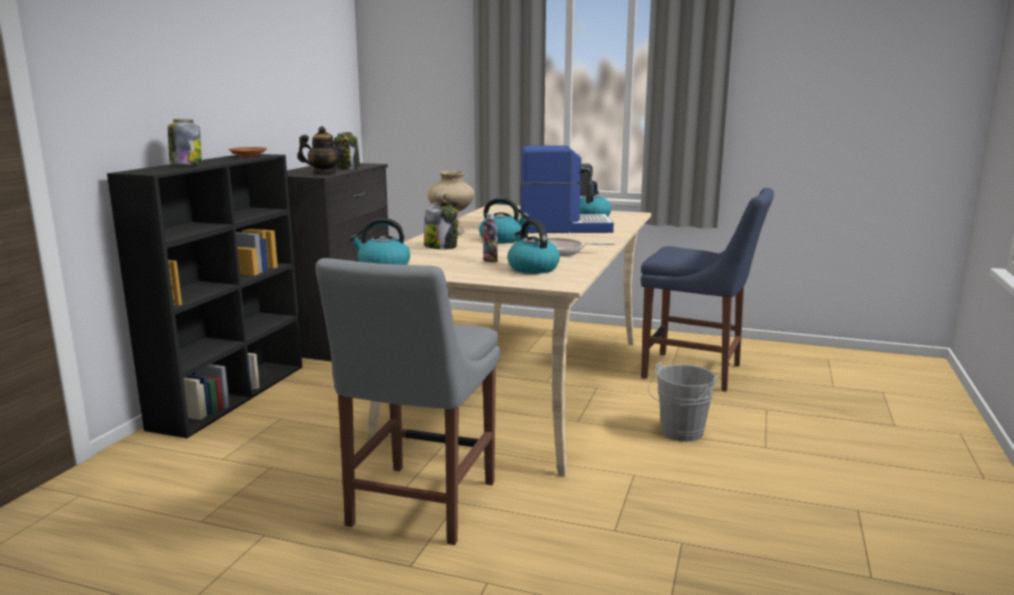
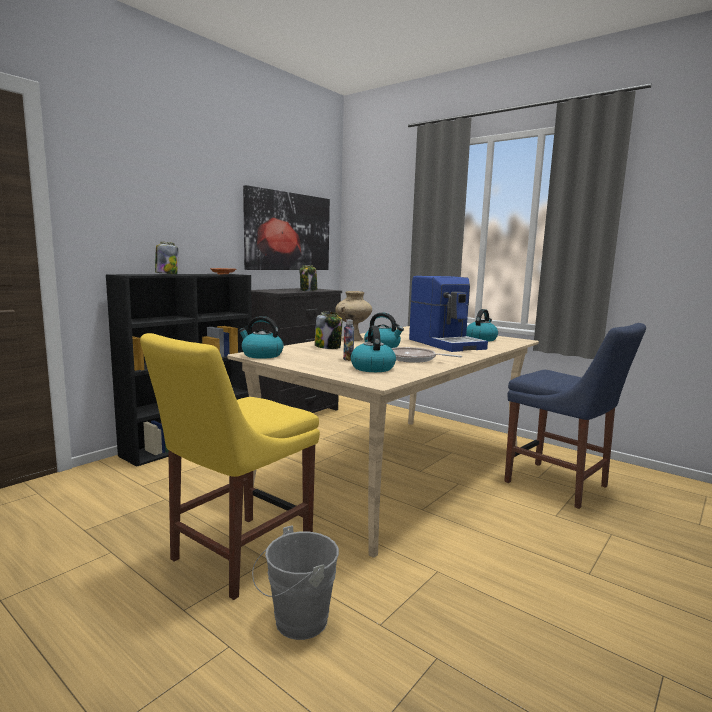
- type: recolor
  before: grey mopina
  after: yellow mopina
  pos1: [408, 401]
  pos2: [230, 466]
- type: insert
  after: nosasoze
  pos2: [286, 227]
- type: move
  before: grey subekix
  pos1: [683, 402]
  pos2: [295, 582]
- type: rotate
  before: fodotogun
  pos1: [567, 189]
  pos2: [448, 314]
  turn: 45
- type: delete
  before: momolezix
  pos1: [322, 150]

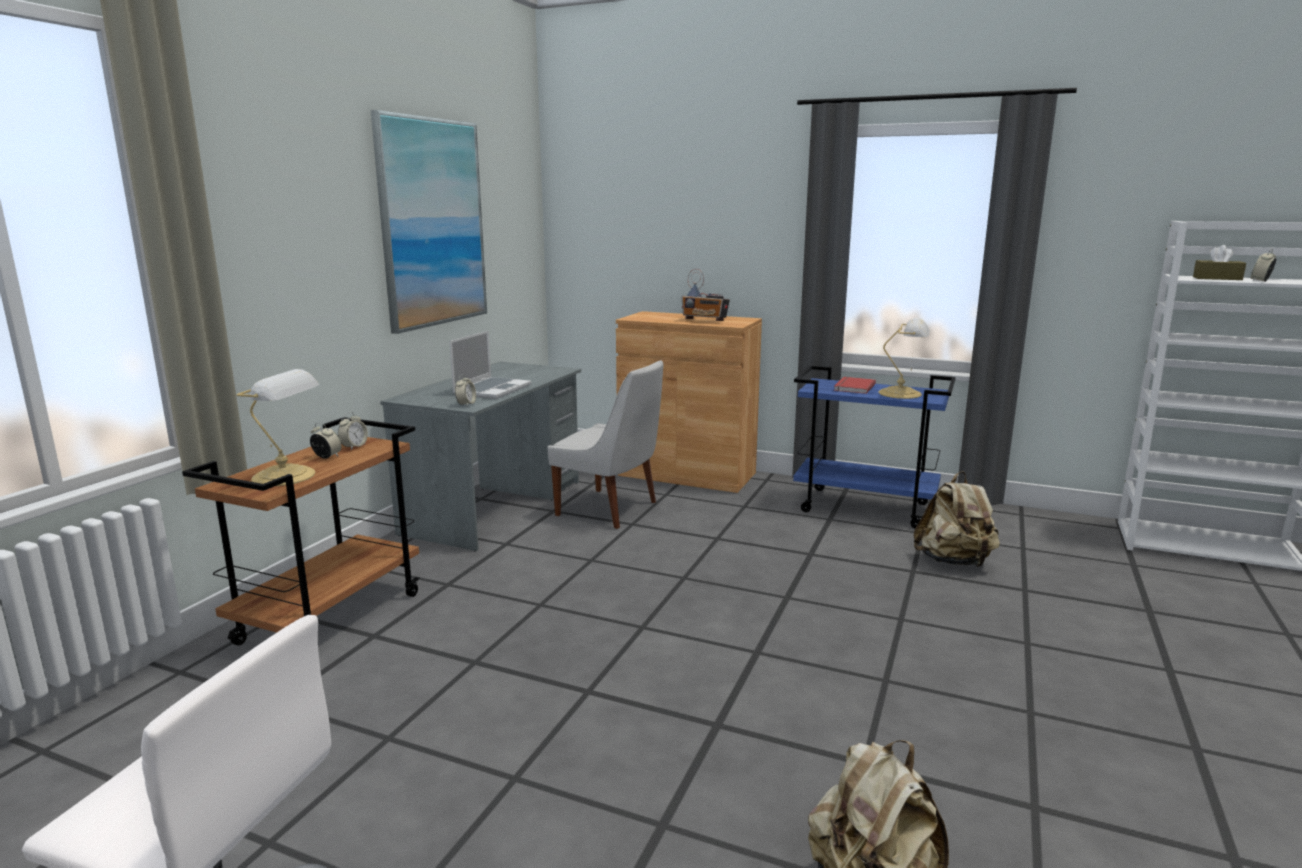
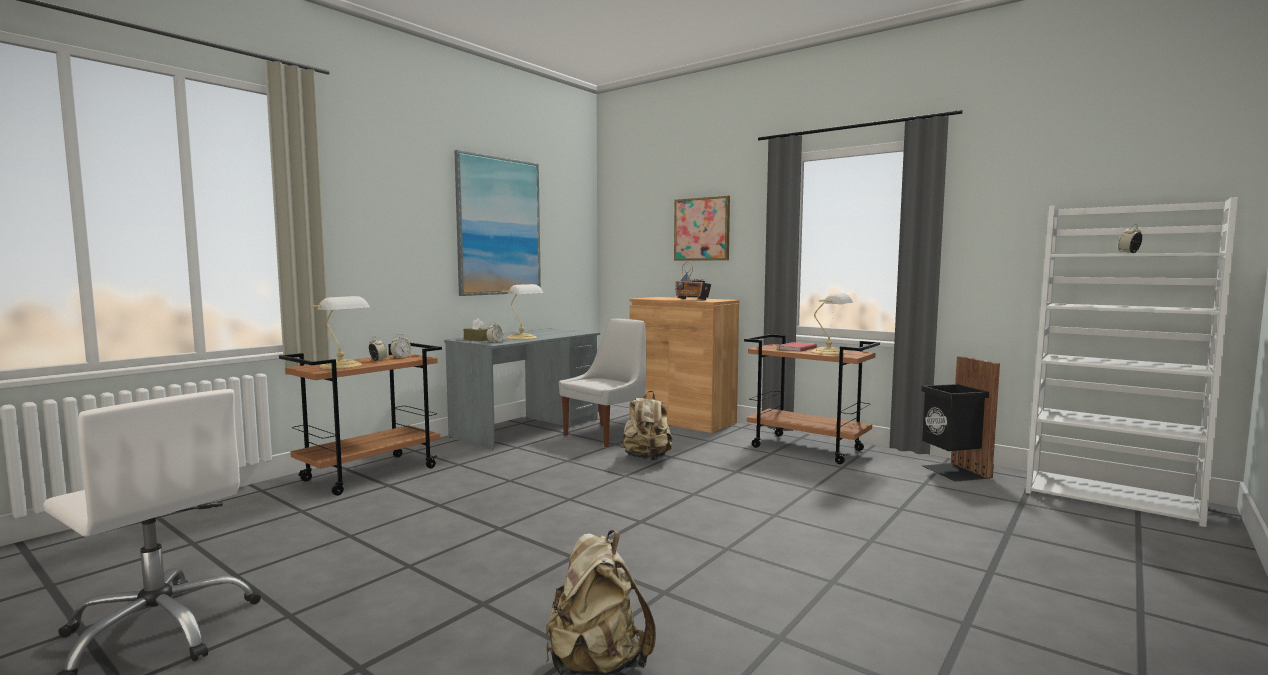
- type: move
  before: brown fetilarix
  pos1: [1219, 262]
  pos2: [476, 329]
- type: replace
  before: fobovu
  after: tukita
  pos1: [490, 365]
  pos2: [523, 312]
- type: rotate
  before: white mopina
  pos1: [605, 444]
  pos2: [602, 382]
  turn: -90
- type: move
  before: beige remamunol
  pos1: [957, 519]
  pos2: [646, 425]
- type: insert
  after: nosasoze
  pos2: [702, 228]
- type: recolor
  before: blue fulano
  after: brown fulano
  pos1: [874, 447]
  pos2: [812, 399]
- type: insert
  after: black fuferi
  pos2: [960, 419]

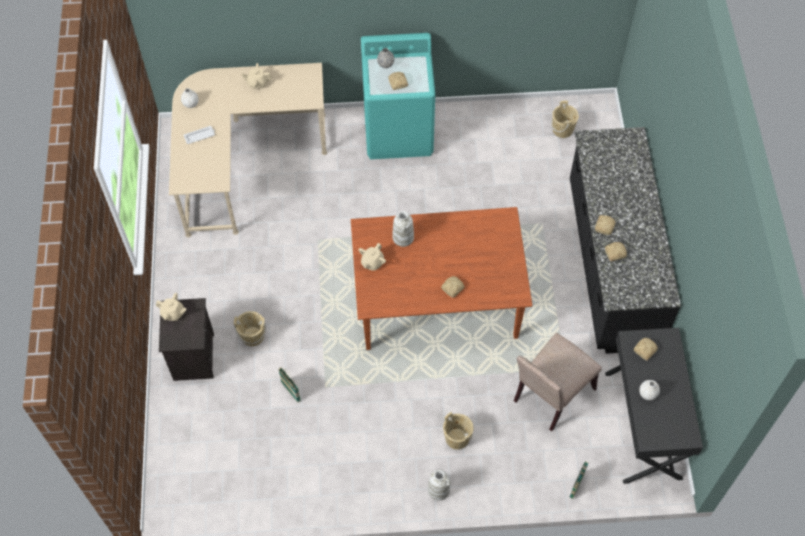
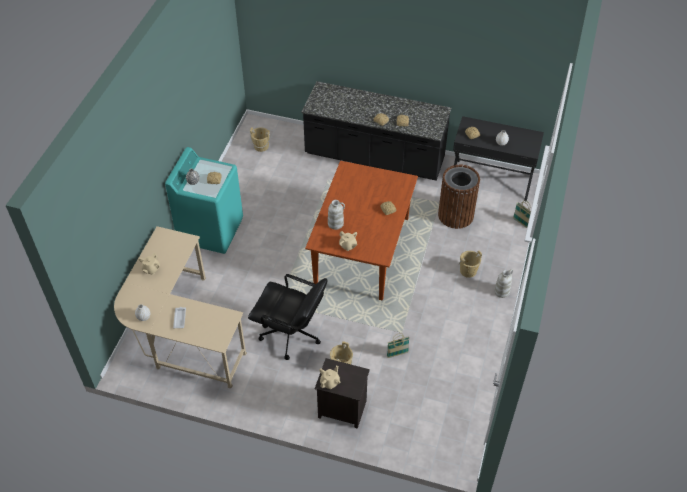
- type: insert
  after: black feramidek
  pos2: [287, 317]
- type: replace
  before: beige mopina
  after: brown fuferi
  pos1: [558, 382]
  pos2: [459, 197]

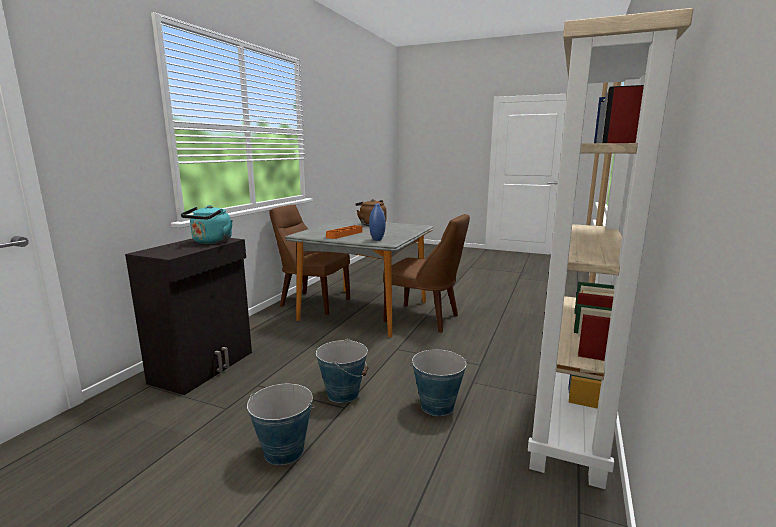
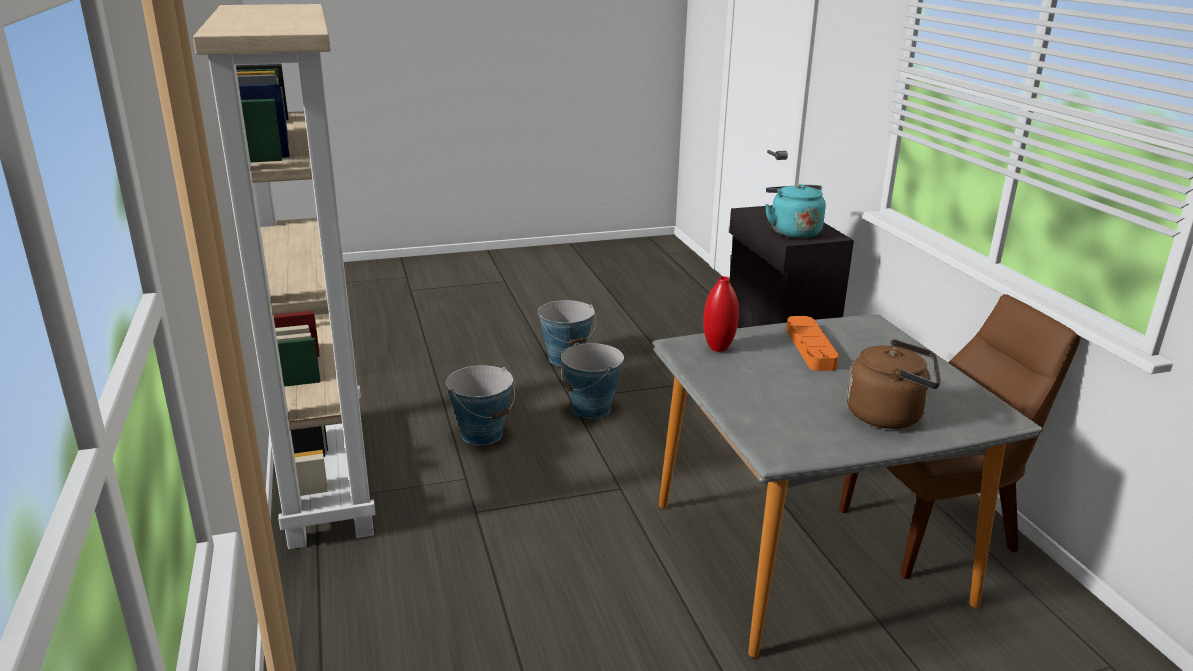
- type: recolor
  before: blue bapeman
  after: red bapeman
  pos1: [377, 222]
  pos2: [721, 314]
- type: delete
  before: brown mopina
  pos1: [426, 273]

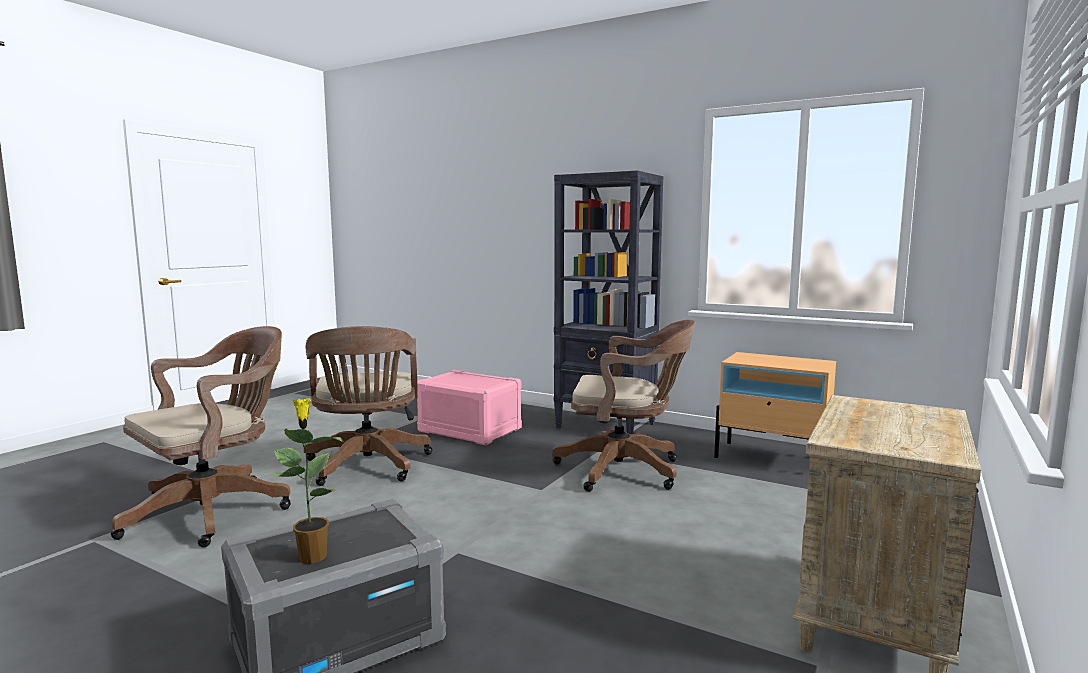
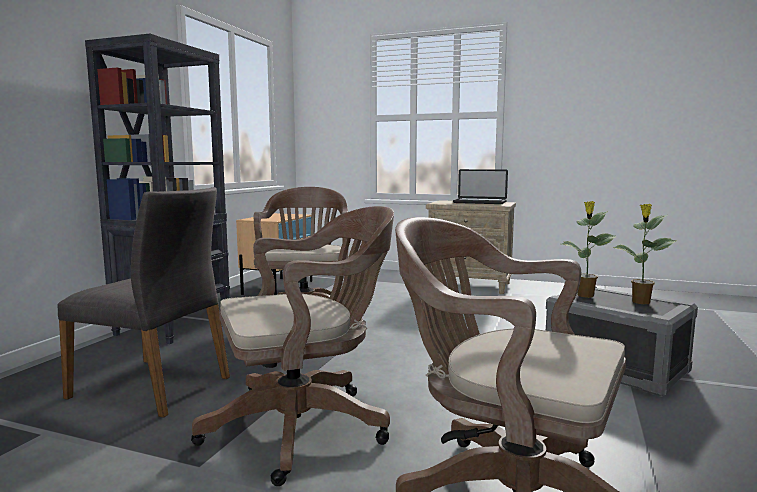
- type: replace
  before: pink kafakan
  after: grey mopina
  pos1: [469, 407]
  pos2: [144, 302]
- type: insert
  after: fobovu
  pos2: [480, 186]
- type: insert
  after: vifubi
  pos2: [589, 249]

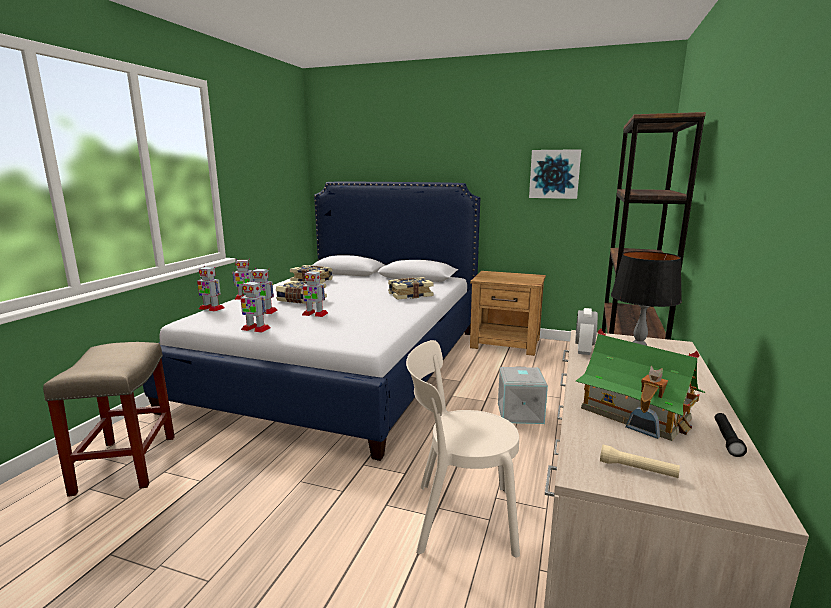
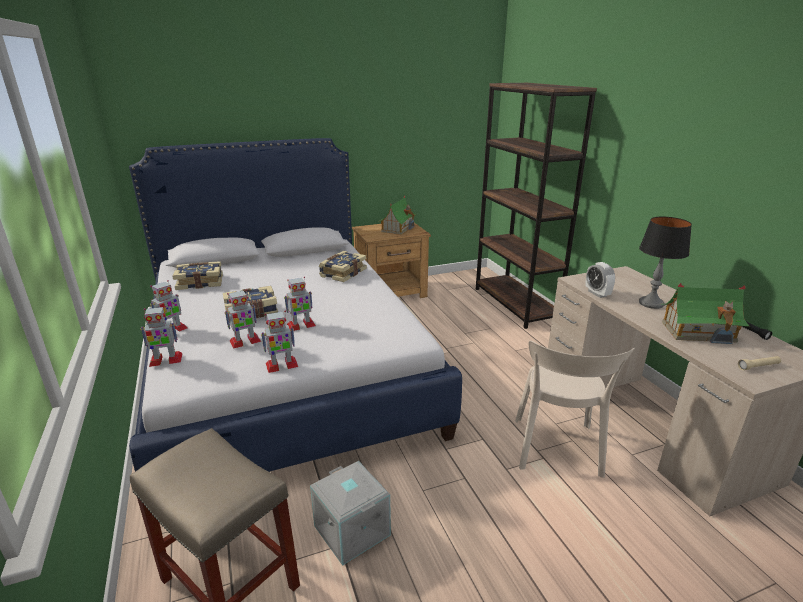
- type: move
  before: grey kafakan
  pos1: [523, 395]
  pos2: [350, 513]
- type: insert
  after: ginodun
  pos2: [397, 215]
- type: rotate
  before: beige mopina
  pos1: [463, 449]
  pos2: [575, 409]
  turn: -45
- type: delete
  before: nosasoze
  pos1: [555, 174]

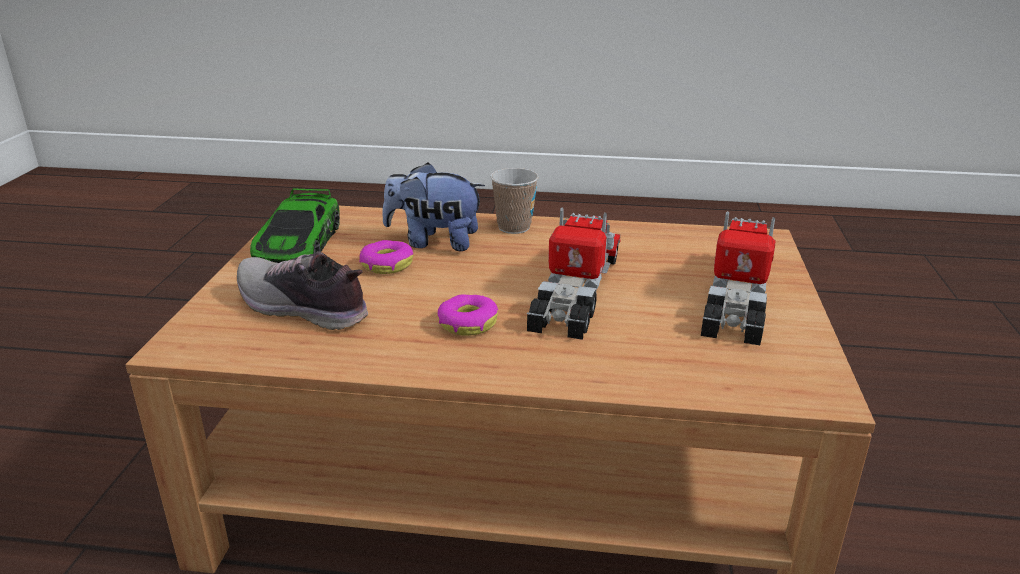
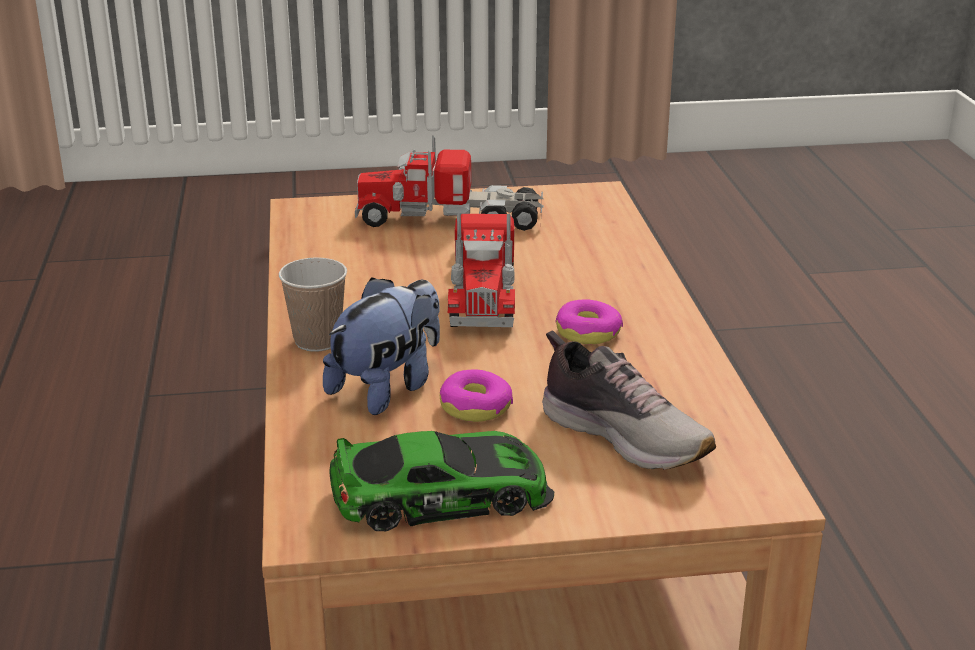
- type: rotate
  before: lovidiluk
  pos1: [433, 207]
  pos2: [381, 346]
  turn: -135
- type: rotate
  before: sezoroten
  pos1: [574, 273]
  pos2: [481, 270]
  turn: -90
- type: rotate
  before: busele
  pos1: [302, 290]
  pos2: [629, 400]
  turn: -60

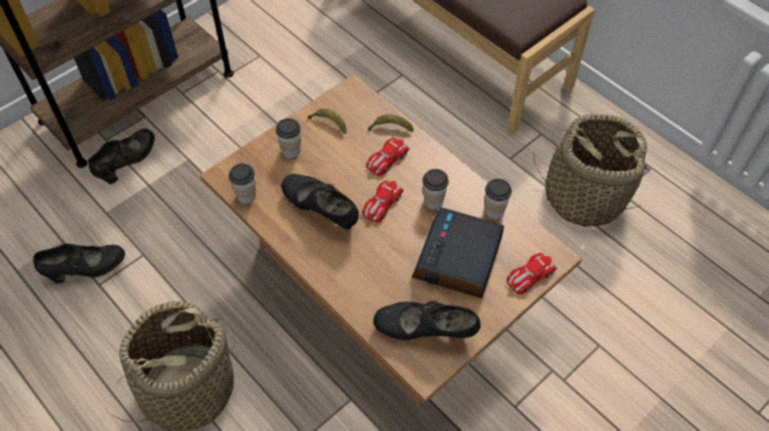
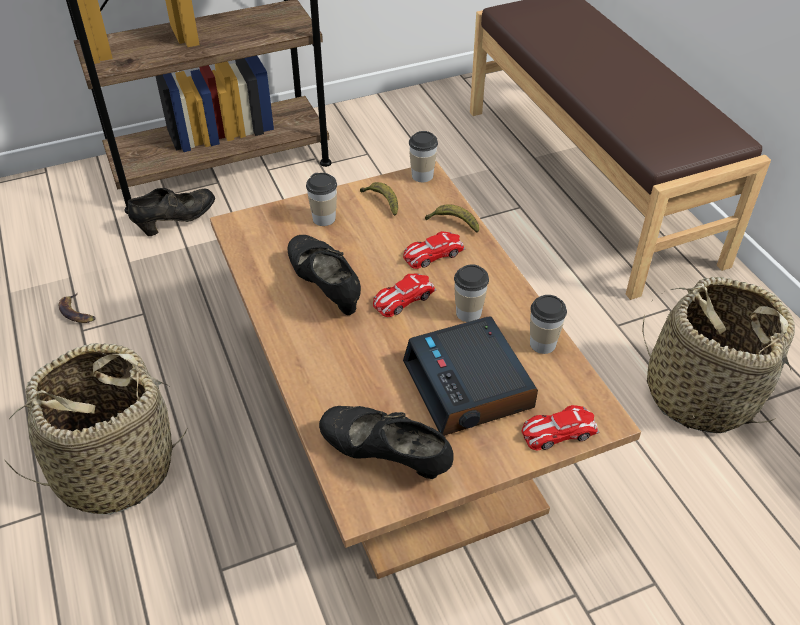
- type: replace
  before: black busele
  after: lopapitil
  pos1: [79, 263]
  pos2: [77, 307]
- type: rotate
  before: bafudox
  pos1: [458, 252]
  pos2: [470, 376]
  turn: -60
- type: move
  before: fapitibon
  pos1: [242, 183]
  pos2: [423, 156]

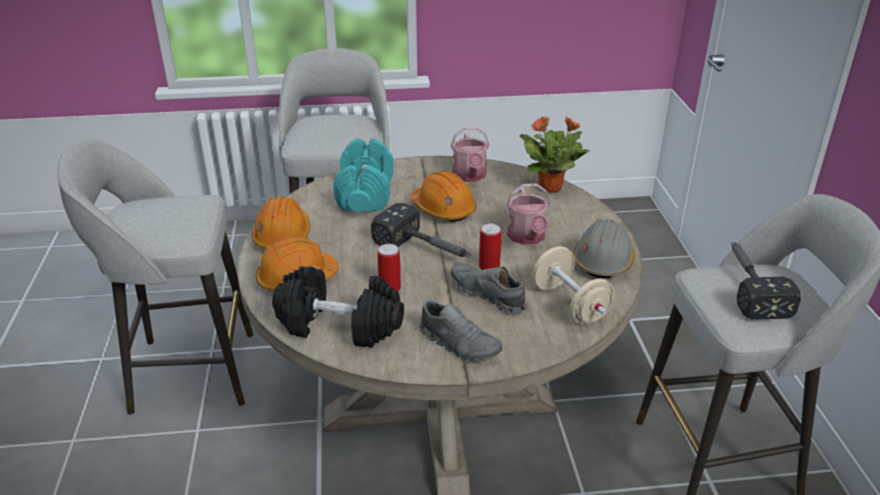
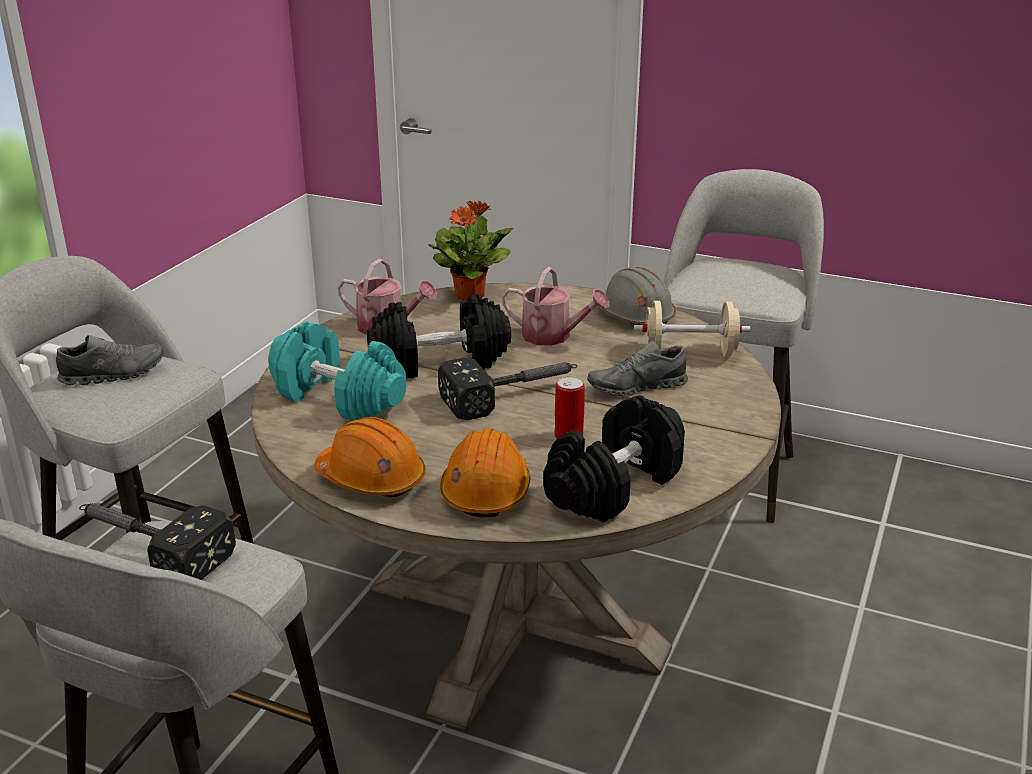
- type: move
  before: grey busele
  pos1: [460, 330]
  pos2: [110, 360]
- type: move
  before: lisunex
  pos1: [766, 281]
  pos2: [157, 541]
- type: replace
  before: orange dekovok
  after: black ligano
  pos1: [443, 196]
  pos2: [439, 336]
- type: delete
  before: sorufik
  pos1: [490, 247]

